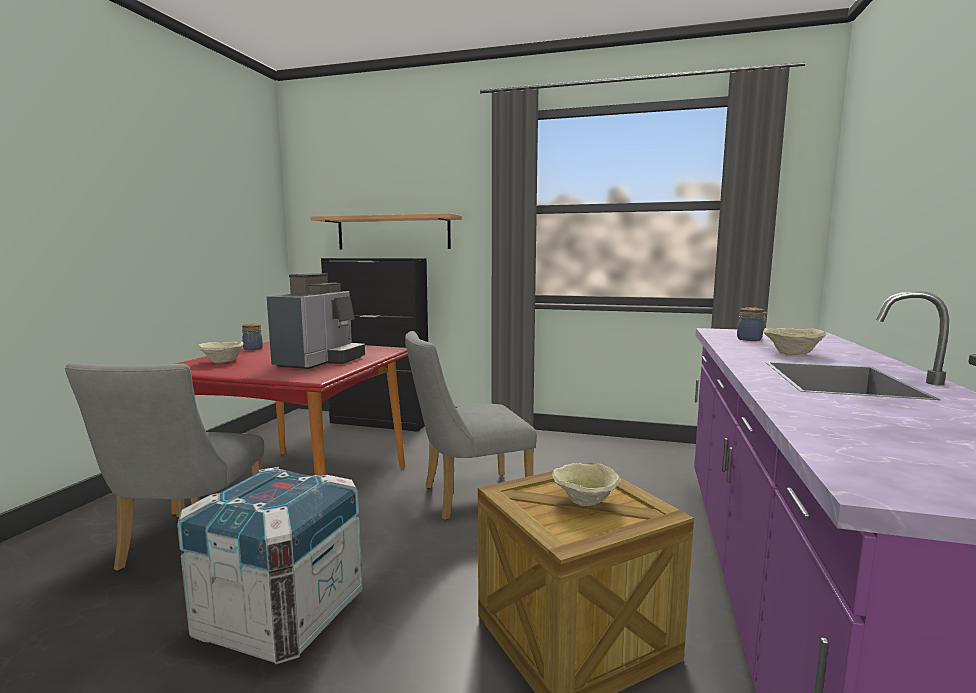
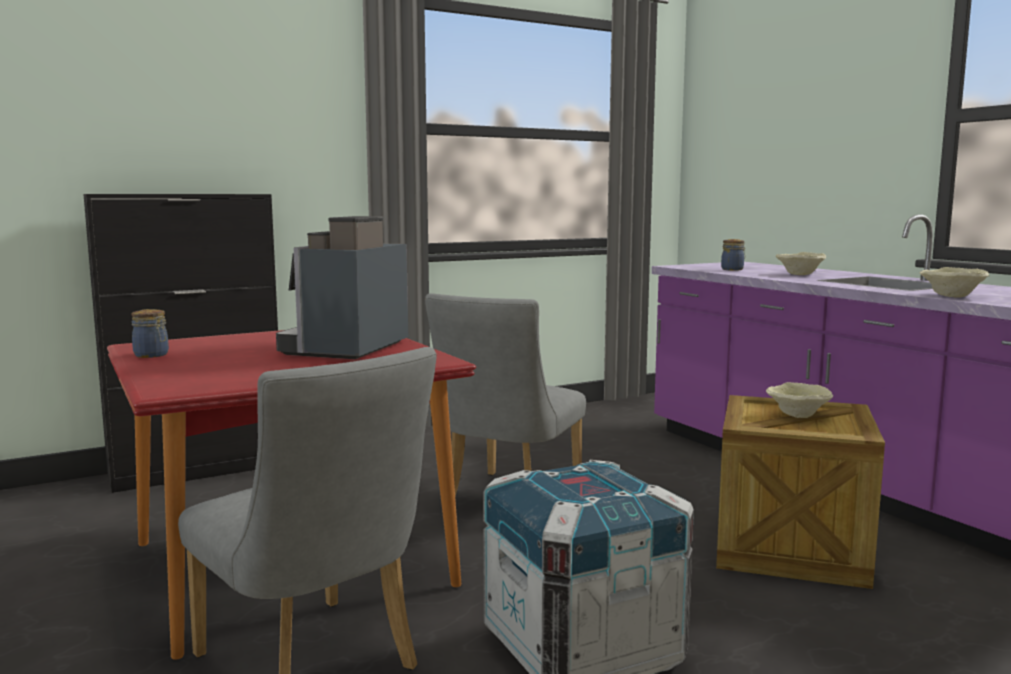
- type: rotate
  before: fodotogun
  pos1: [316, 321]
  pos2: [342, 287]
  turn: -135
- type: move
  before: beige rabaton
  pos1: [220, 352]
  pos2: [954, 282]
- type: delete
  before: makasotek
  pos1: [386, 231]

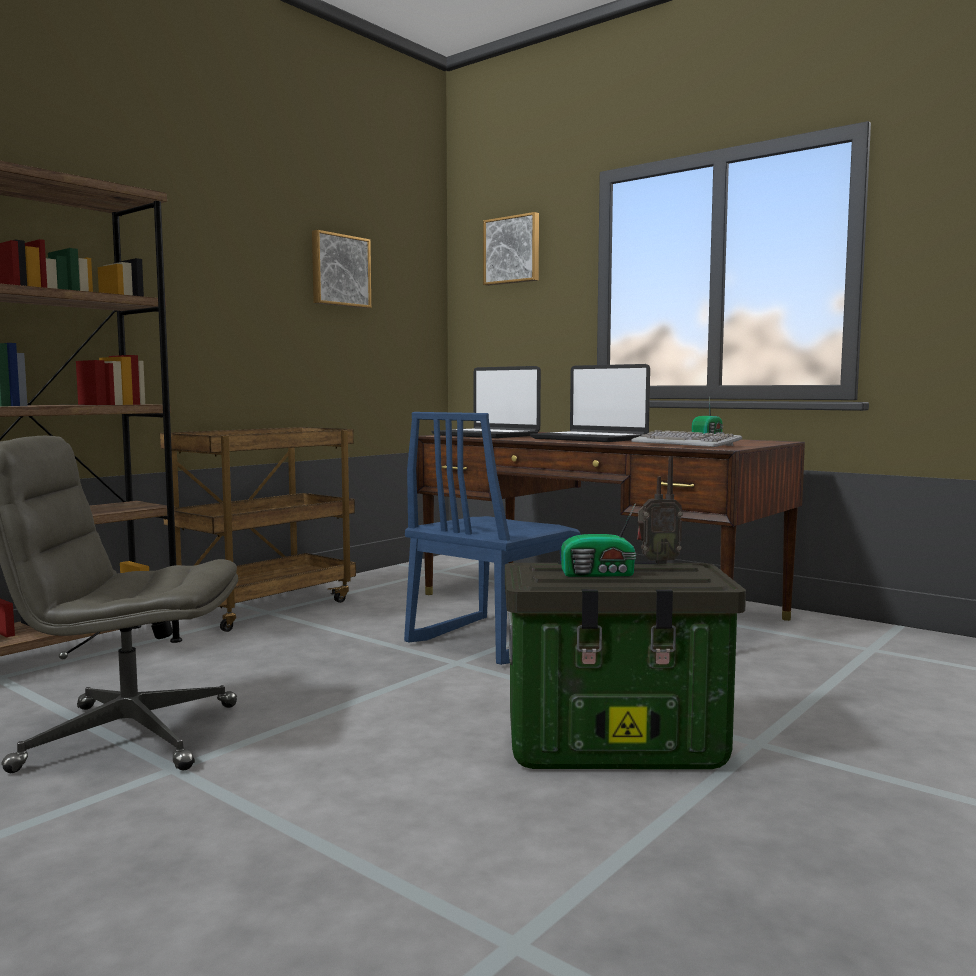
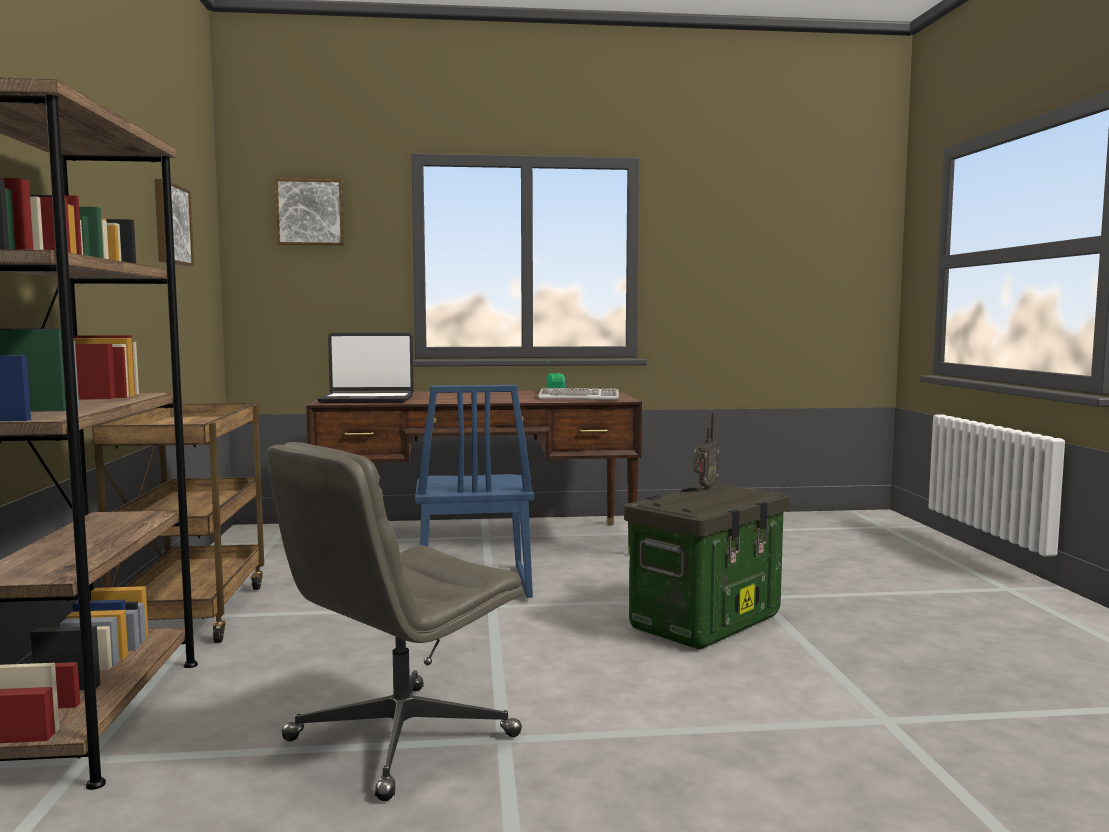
- type: delete
  before: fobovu
  pos1: [590, 403]
- type: delete
  before: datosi
  pos1: [598, 540]

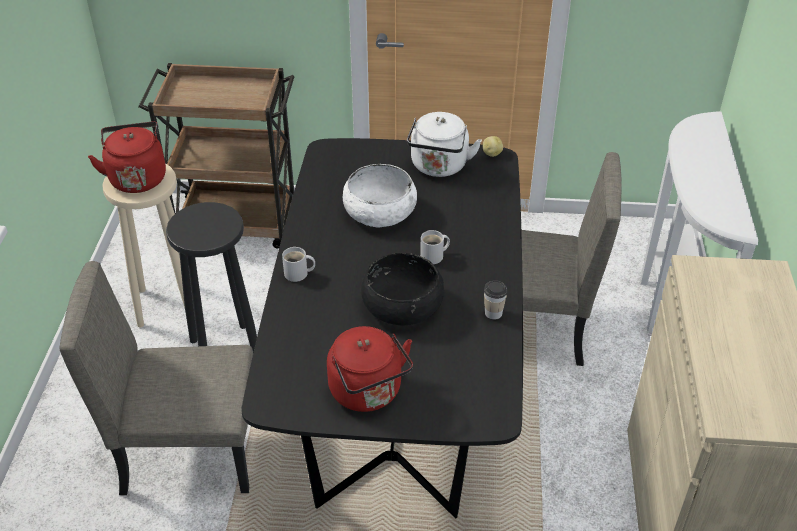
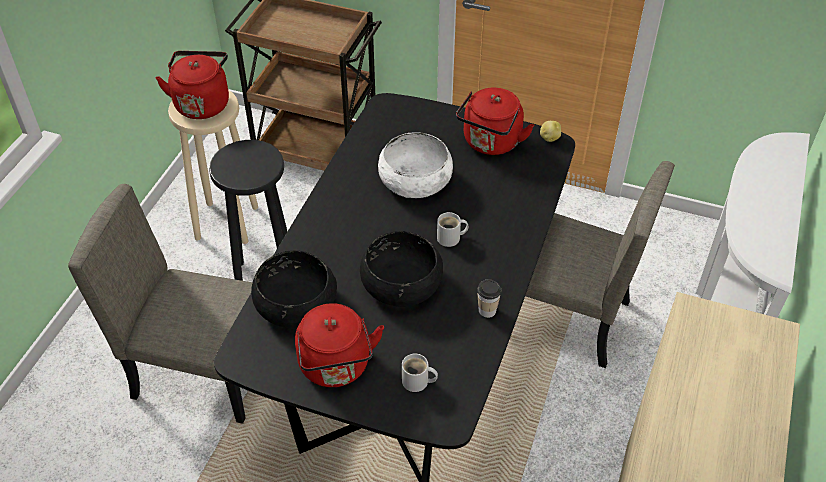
- type: insert
  after: black rabaton
  pos2: [294, 289]
- type: move
  before: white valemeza
  pos1: [298, 264]
  pos2: [420, 373]
- type: recolor
  before: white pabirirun
  after: red pabirirun
  pos1: [444, 144]
  pos2: [495, 121]

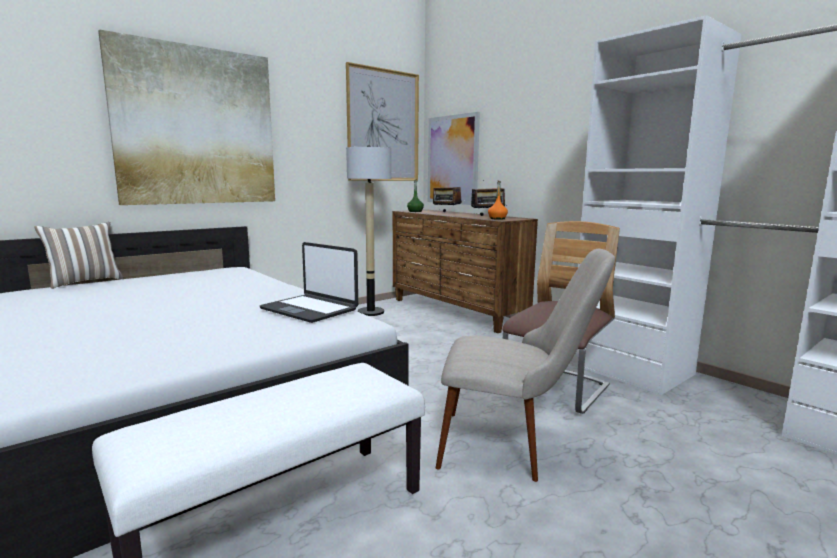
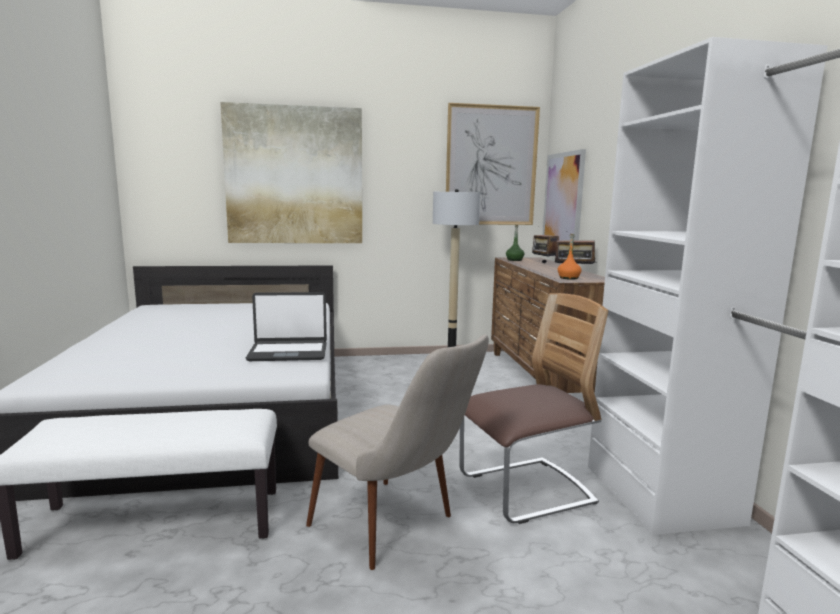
- type: rotate
  before: fobovu
  pos1: [309, 282]
  pos2: [286, 326]
  turn: -75
- type: delete
  before: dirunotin
  pos1: [78, 255]

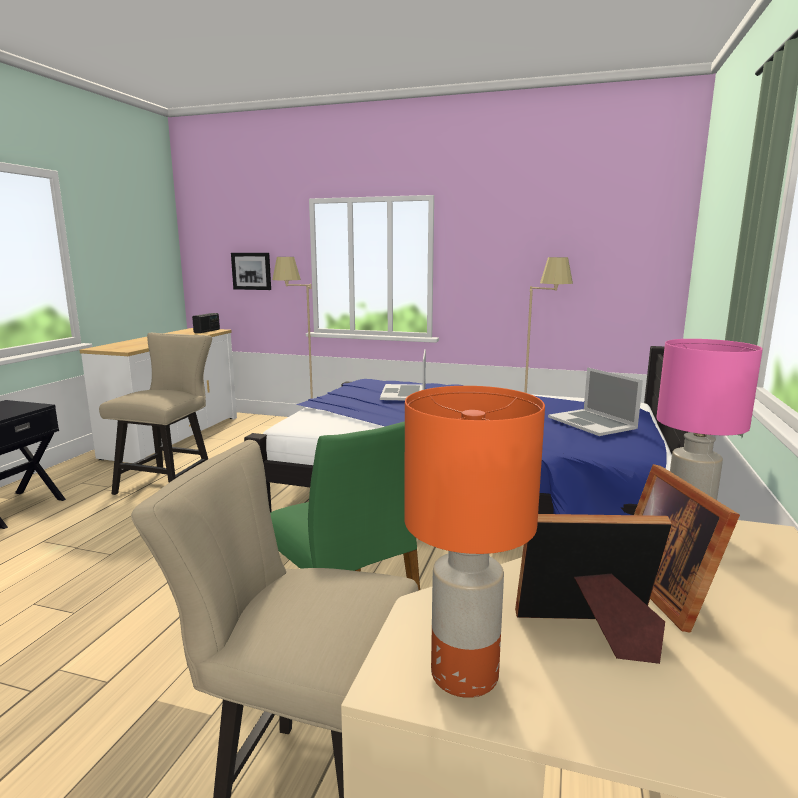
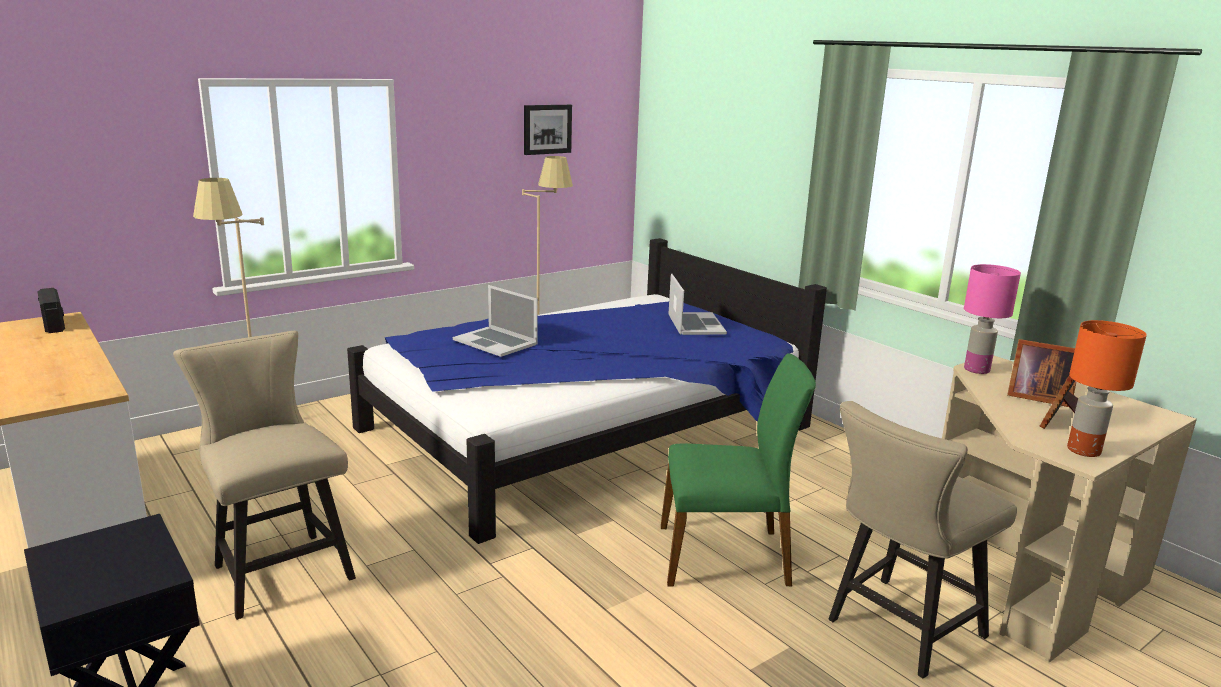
- type: move
  before: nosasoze
  pos1: [251, 271]
  pos2: [548, 130]
- type: rotate
  before: fobovu
  pos1: [595, 401]
  pos2: [697, 304]
  turn: -105

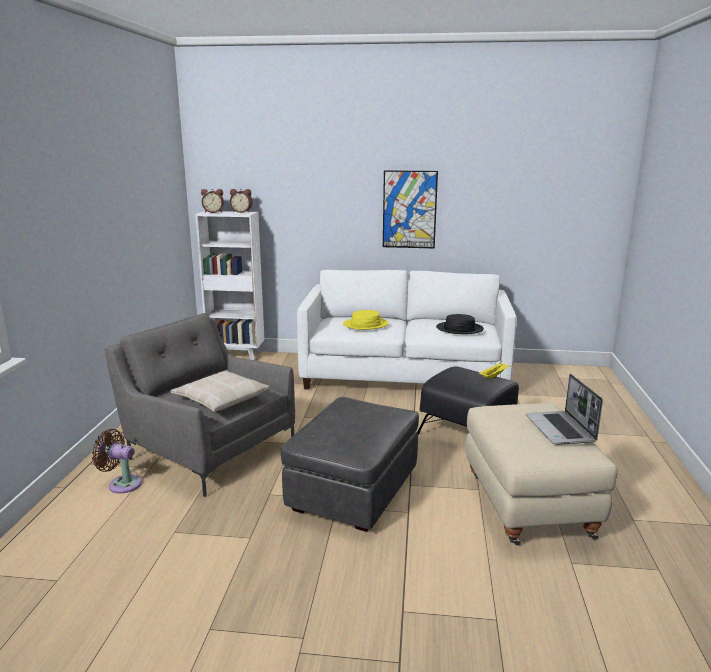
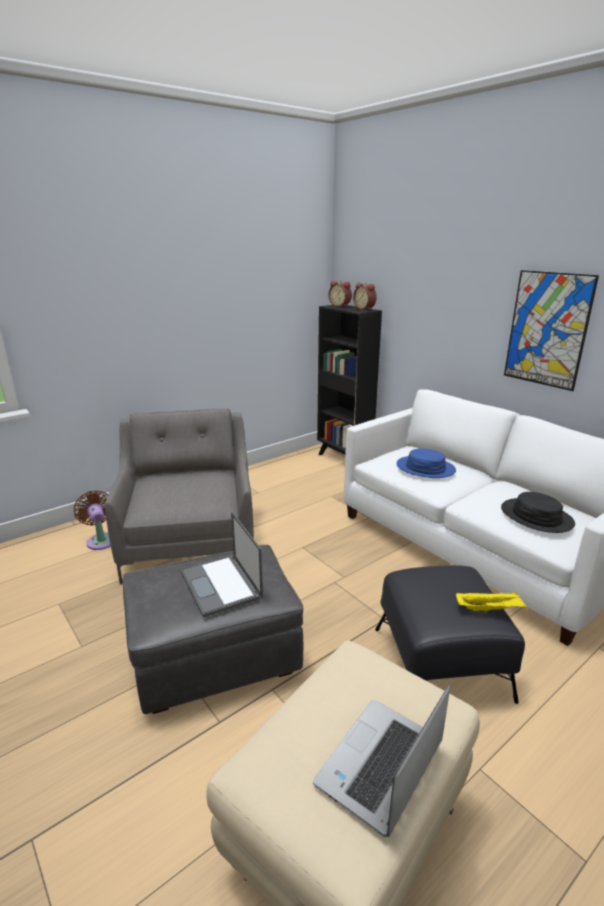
- type: insert
  after: fobovu
  pos2: [222, 565]
- type: recolor
  before: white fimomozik
  after: black fimomozik
  pos1: [230, 285]
  pos2: [349, 380]
- type: recolor
  before: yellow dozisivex
  after: blue dozisivex
  pos1: [366, 320]
  pos2: [426, 463]
- type: delete
  before: beige dirunotin
  pos1: [220, 391]

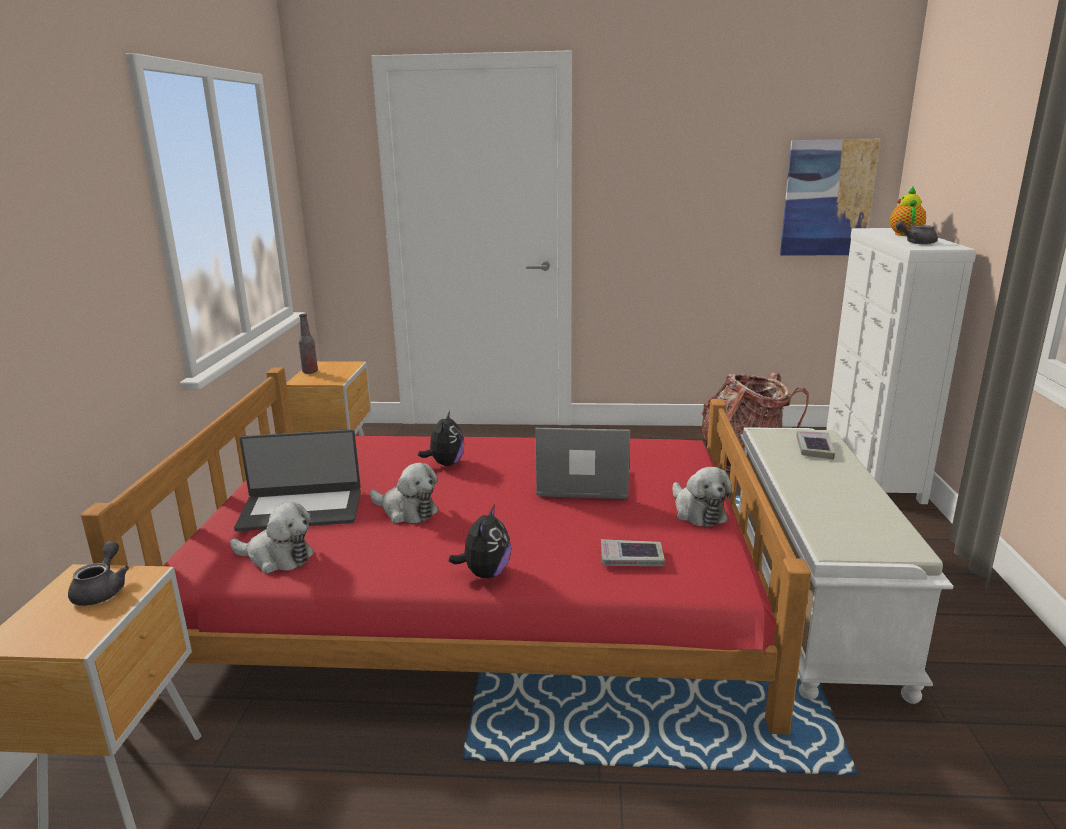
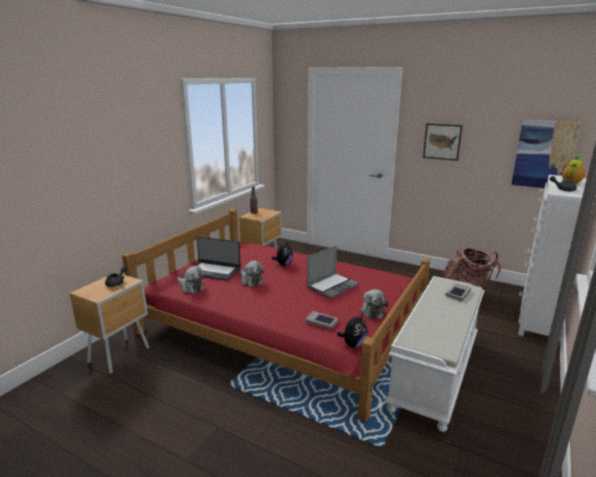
- type: rotate
  before: fobovu
  pos1: [582, 463]
  pos2: [333, 272]
  turn: 105
- type: move
  before: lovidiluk
  pos1: [480, 541]
  pos2: [352, 330]
- type: insert
  after: nosasoze
  pos2: [442, 142]

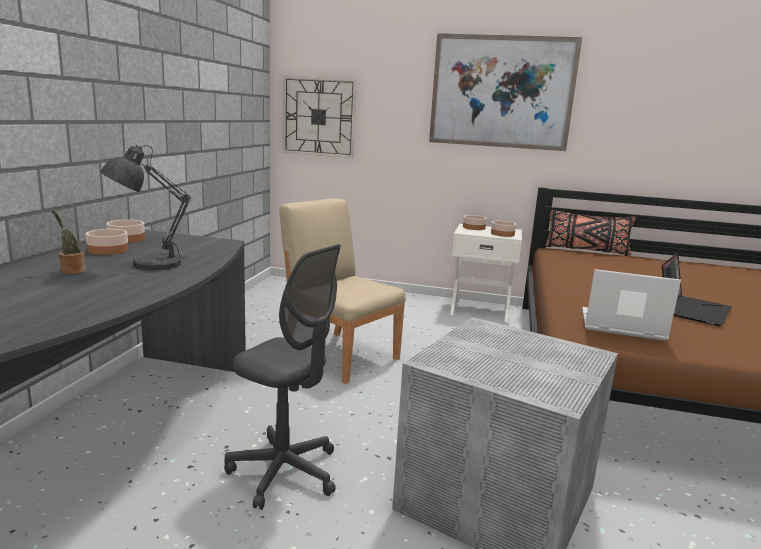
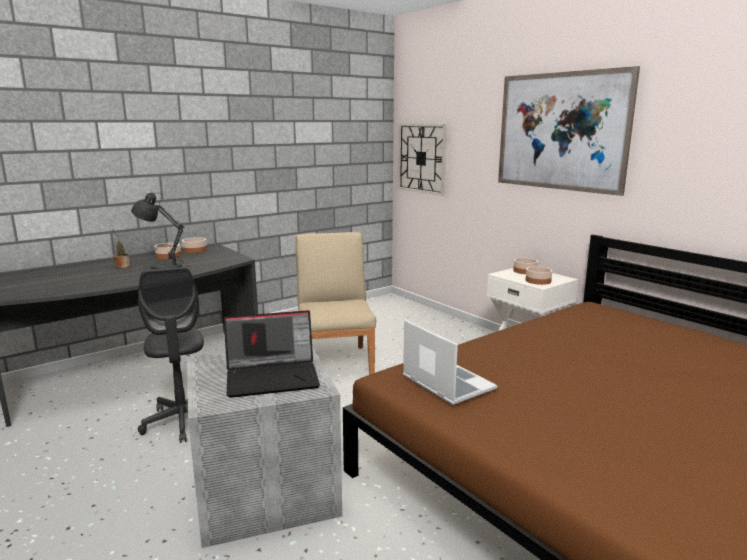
- type: move
  before: fobovu
  pos1: [697, 289]
  pos2: [272, 354]
- type: delete
  before: black dirunotin
  pos1: [591, 233]

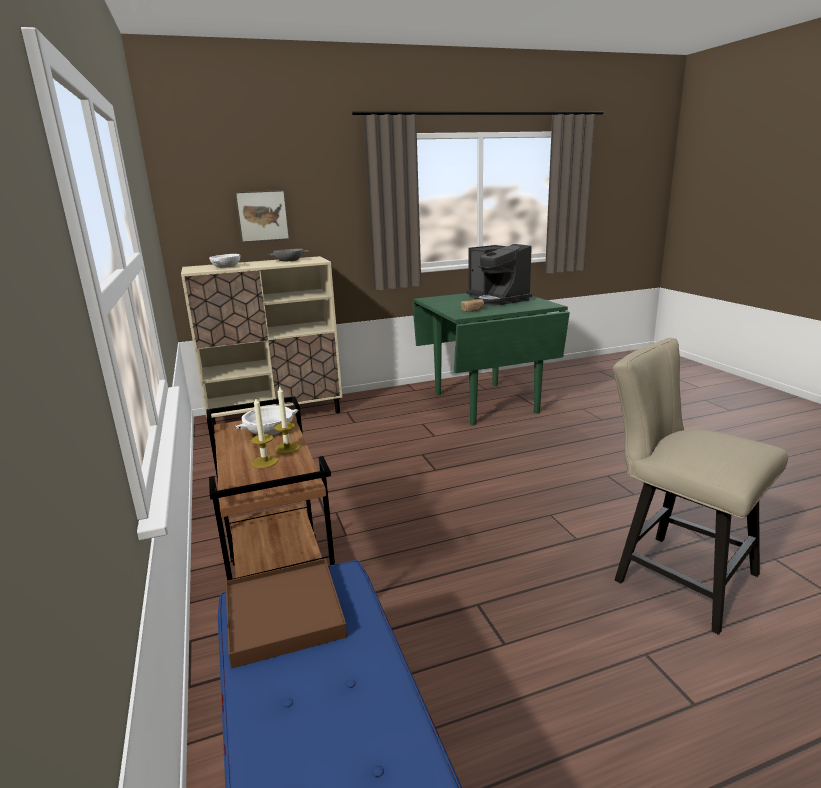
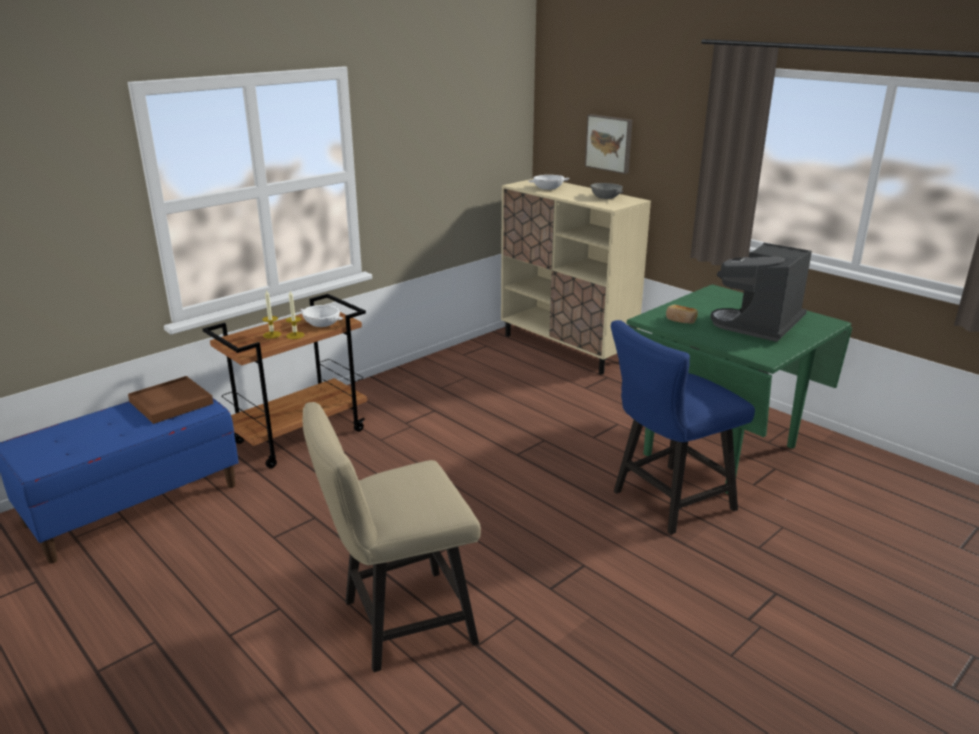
- type: rotate
  before: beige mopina
  pos1: [700, 486]
  pos2: [391, 537]
  turn: -135
- type: insert
  after: blue mopina
  pos2: [683, 427]

